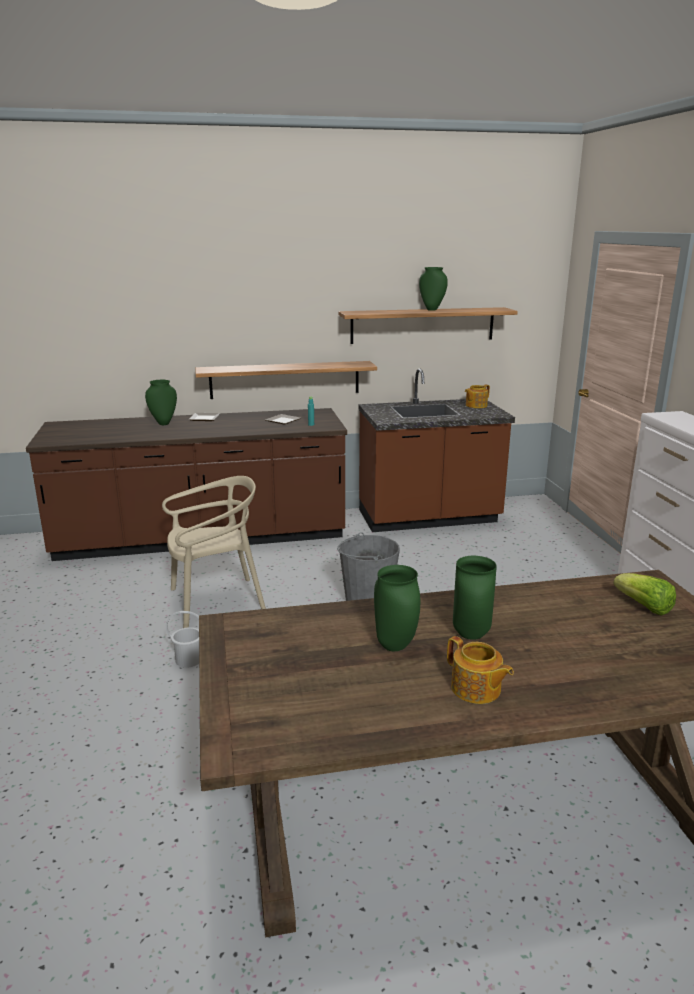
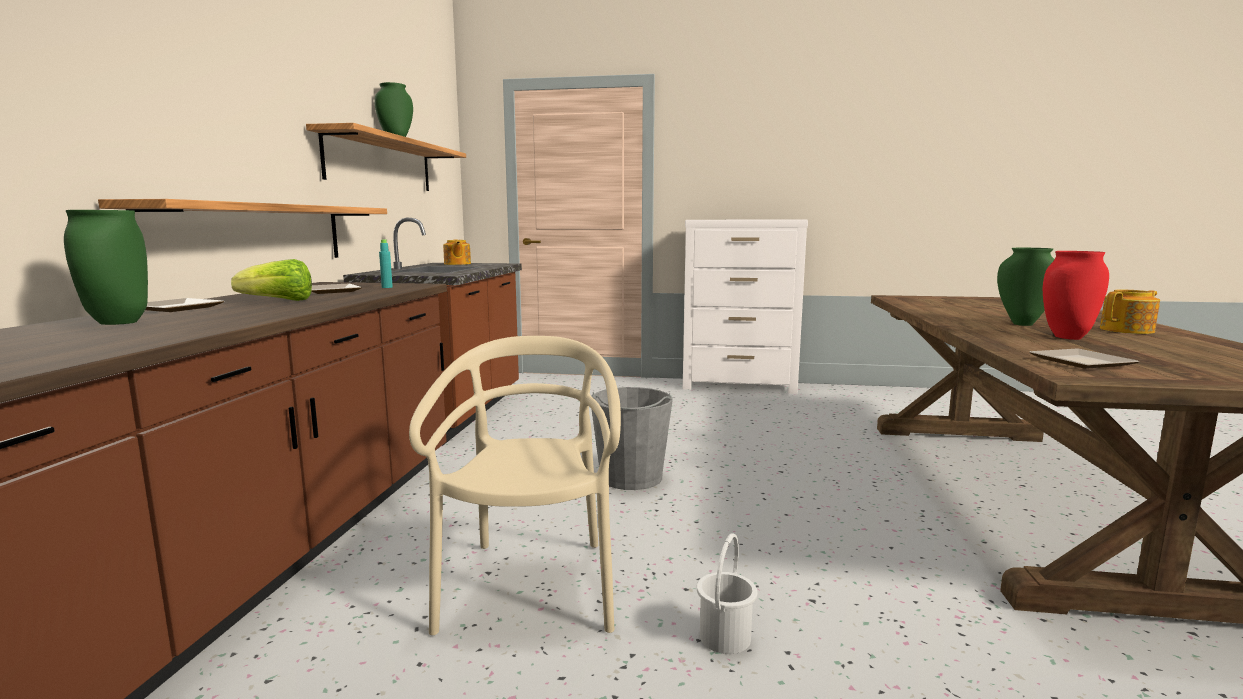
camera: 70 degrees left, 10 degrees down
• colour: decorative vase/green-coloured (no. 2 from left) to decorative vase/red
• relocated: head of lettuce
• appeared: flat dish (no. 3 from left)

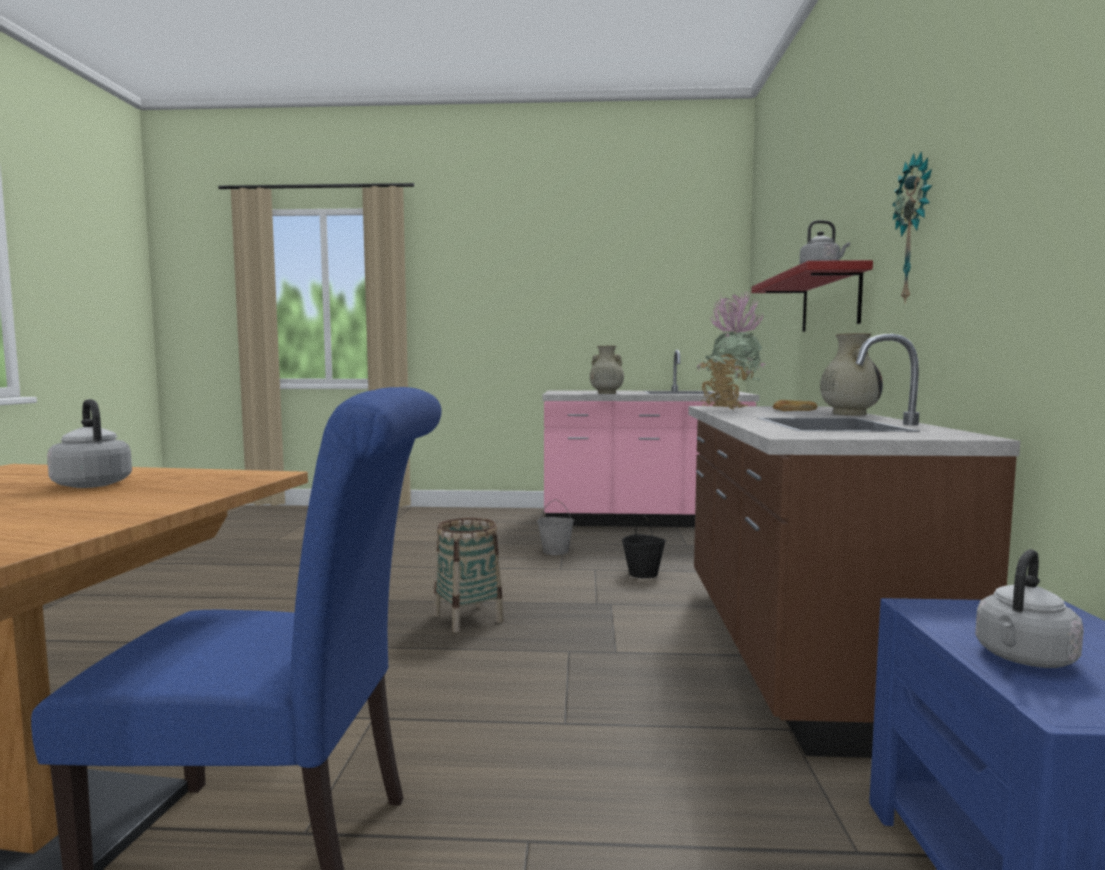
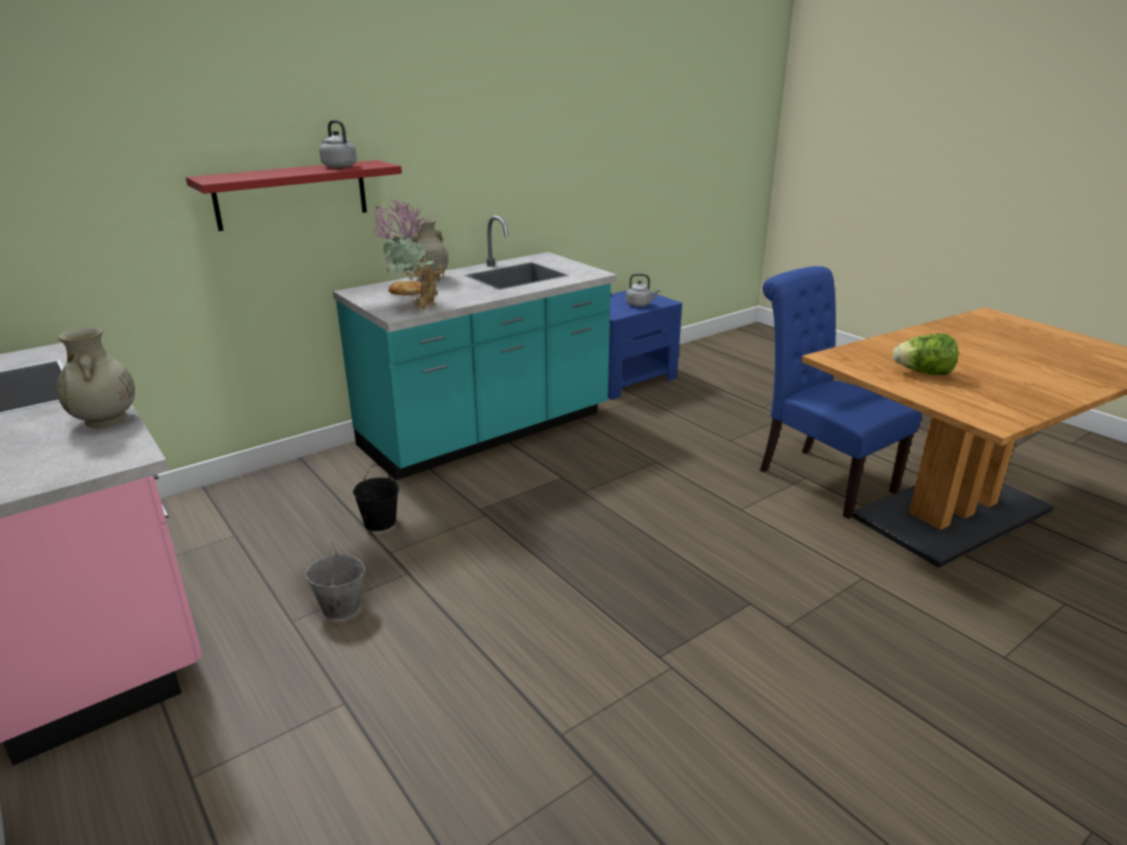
camera: 130 degrees left, 20 degrees up
• missing: clock on the wall
• colour: counter/brown to counter/blue-green
• exchanged: kettle/gray (no. 1 from left) to head of lettuce
• missing: storage basket

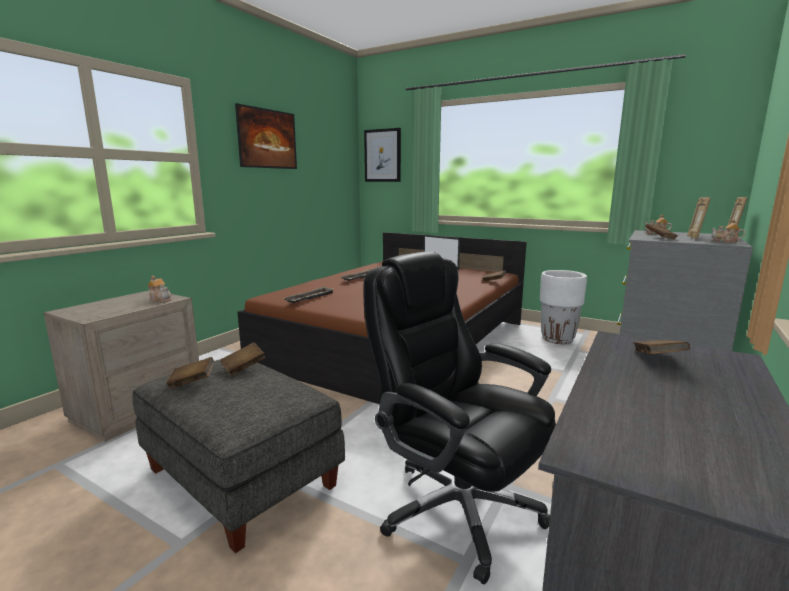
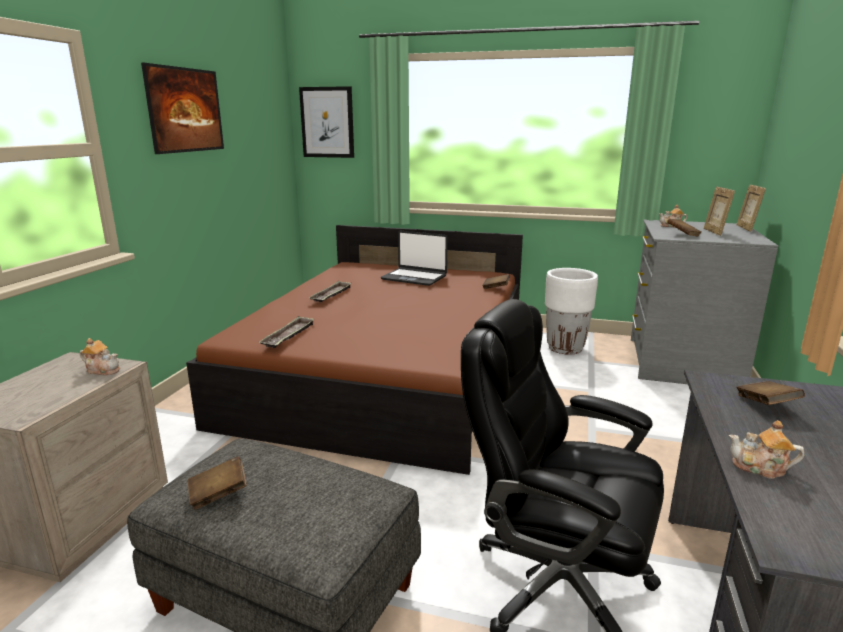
camera: 15 degrees left, 5 degrees up
• relocated: pot for tea (no. 3 from left)
• missing: bound book/brown (no. 2 from left)

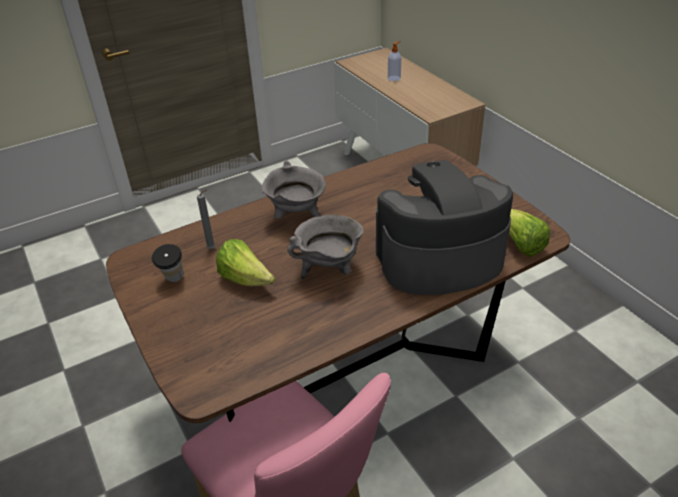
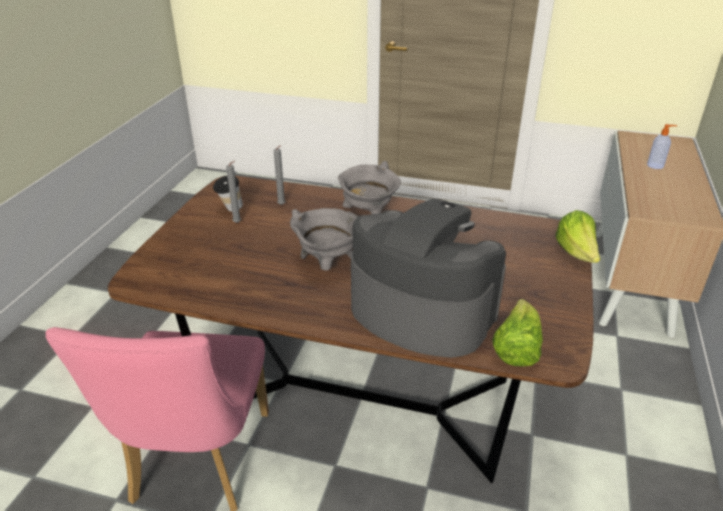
camera: 45 degrees right, 5 degrees down
• relocated: head of lettuce (no. 1 from left in the first image) to head of lettuce (no. 2 from left)
• appeared: wax candle/gray (no. 1 from left)

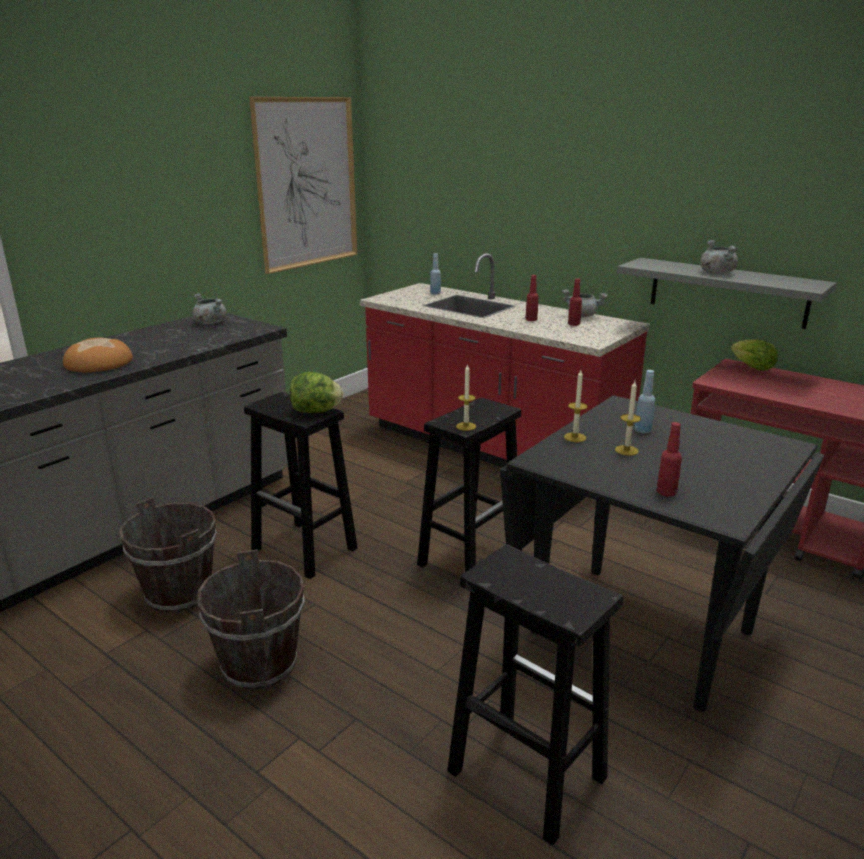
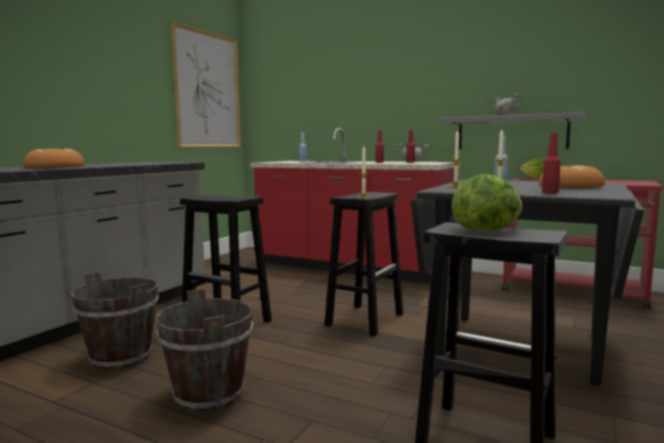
camera: 10 degrees left, 15 degrees down
• missing: saucepot/gray (no. 1 from left)
• relocated: head of lettuce (no. 1 from left)
• appeared: baked bread (no. 2 from left)

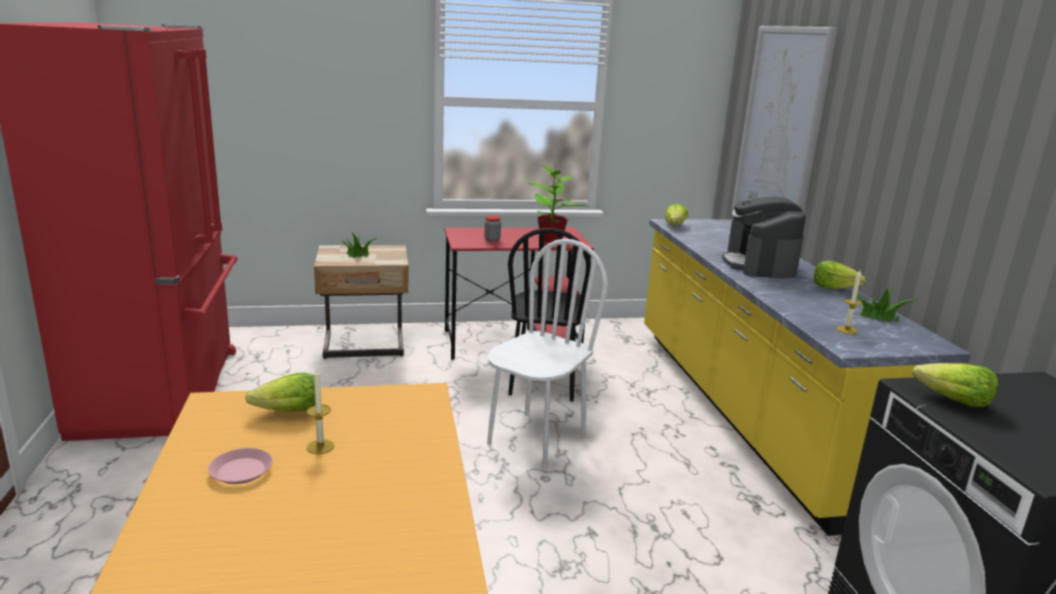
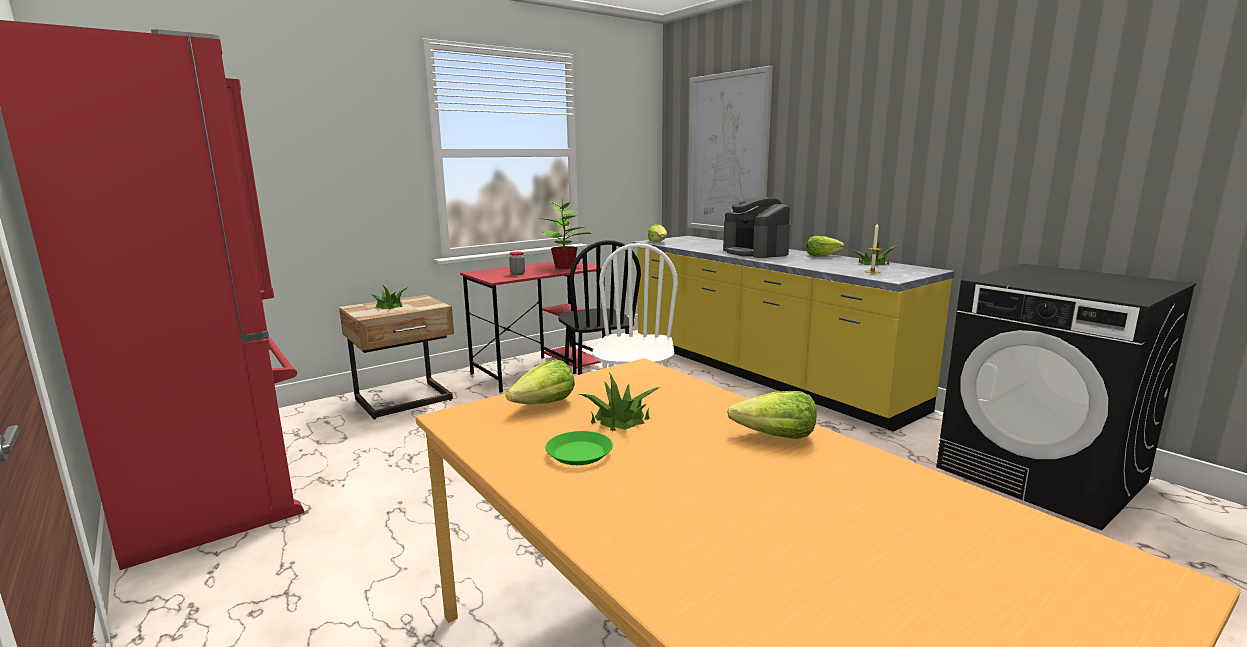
camera: 25 degrees left, 5 degrees down
• relocated: head of lettuce (no. 4 from left in the first image) to head of lettuce (no. 3 from left)
• exchanged: wax candle (no. 1 from left) to houseplant (no. 3 from left)
• colour: flat dish/pink to flat dish/green-coloured

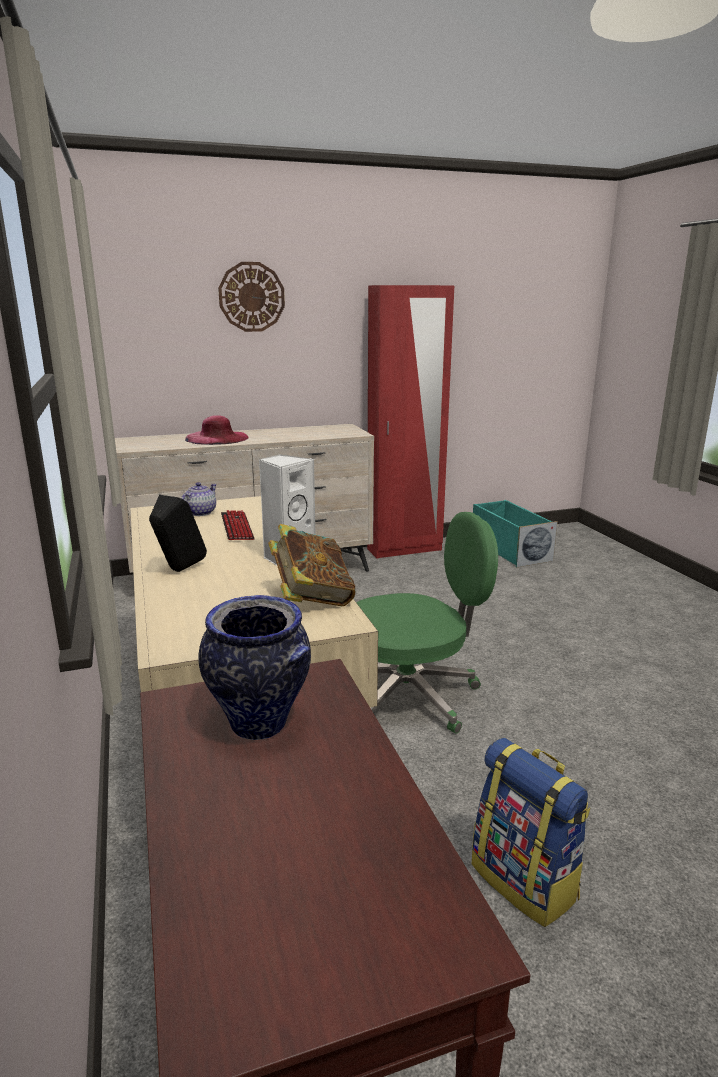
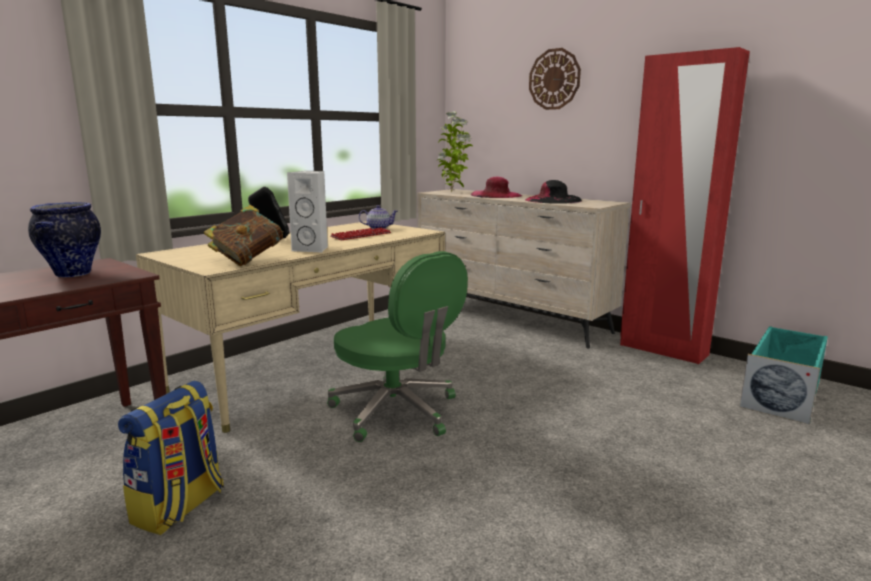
camera: 60 degrees right, 5 degrees down
• appeared: houseplant
• appeared: hat/black-coloured

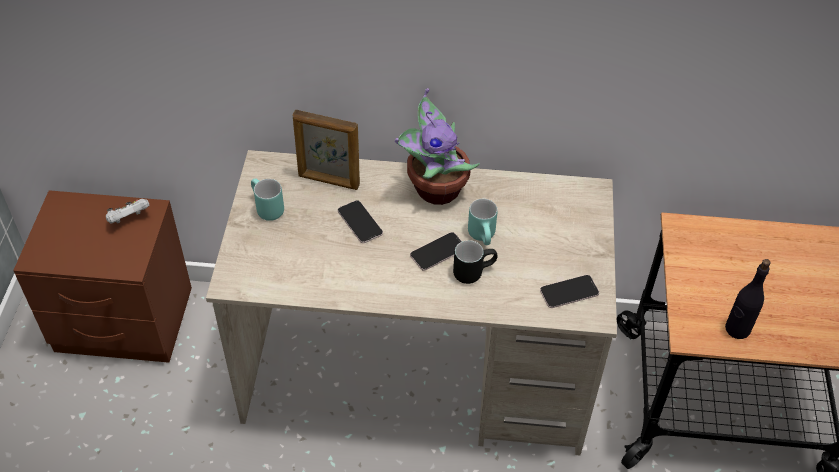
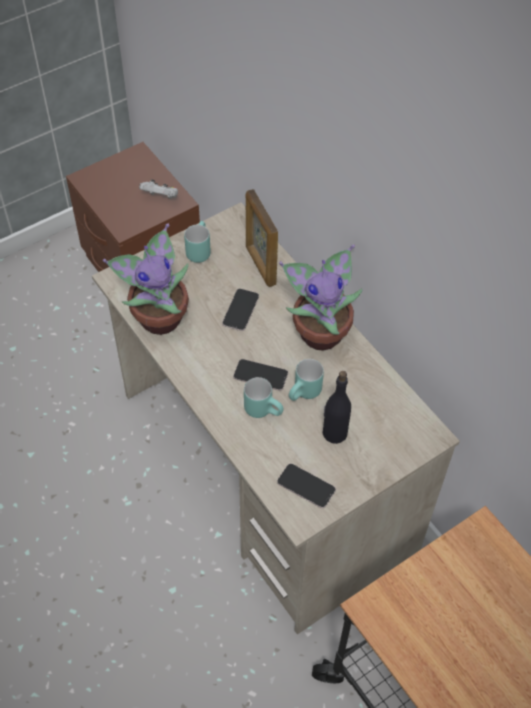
camera: 50 degrees right, 5 degrees up
• colour: tea mug/black-coloured to tea mug/blue-green (no. 2 from left)
• relocated: drink bottle/black-coloured
• appeared: houseplant (no. 1 from left)

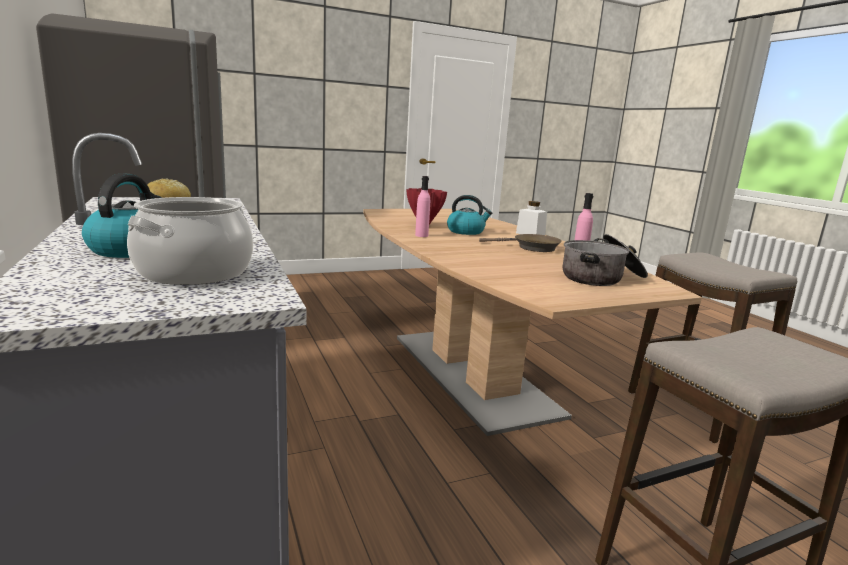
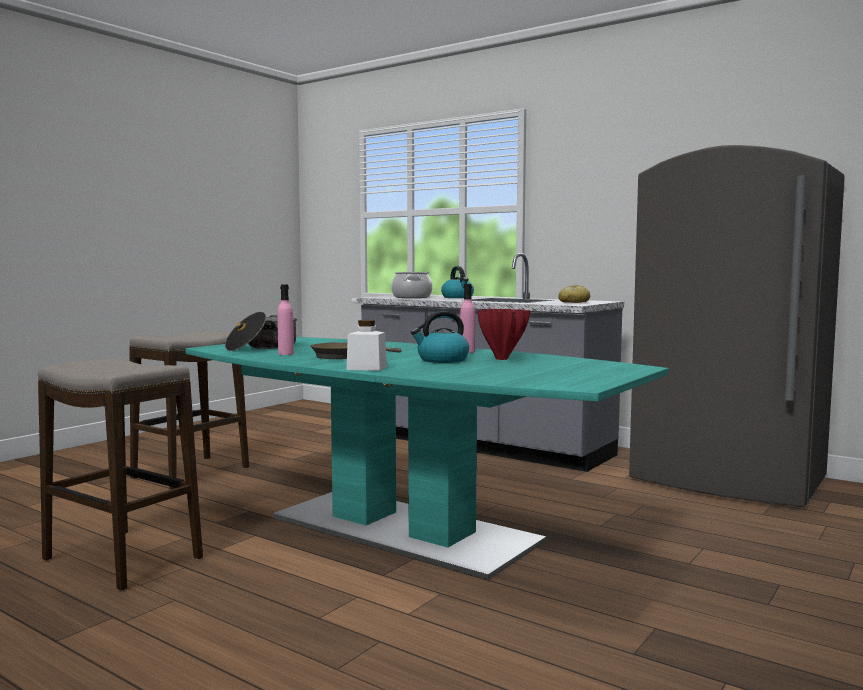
camera: 150 degrees right, 10 degrees down
• colour: dinner table/brown to dinner table/blue-green

